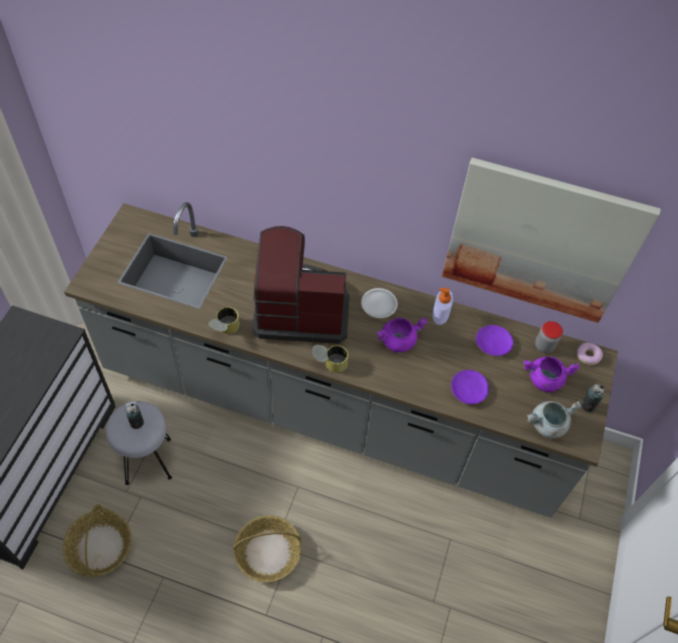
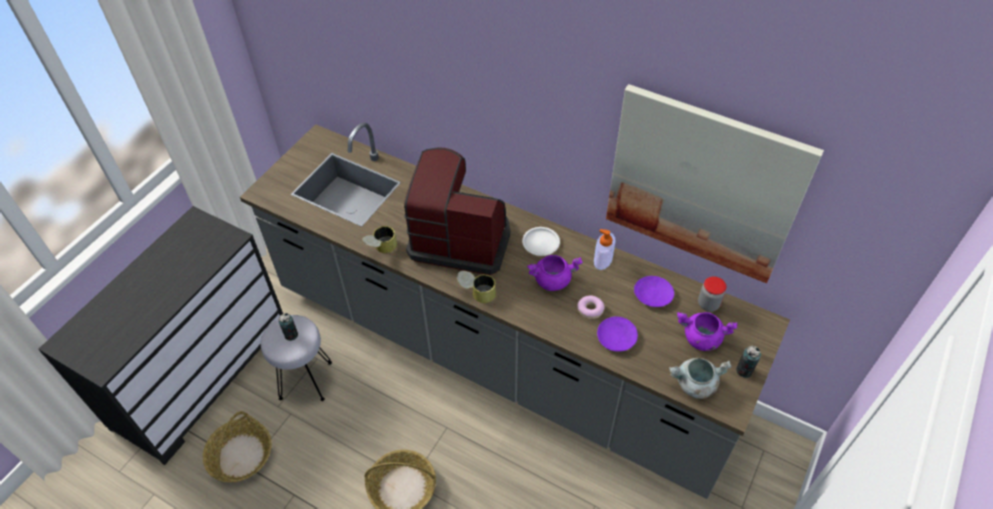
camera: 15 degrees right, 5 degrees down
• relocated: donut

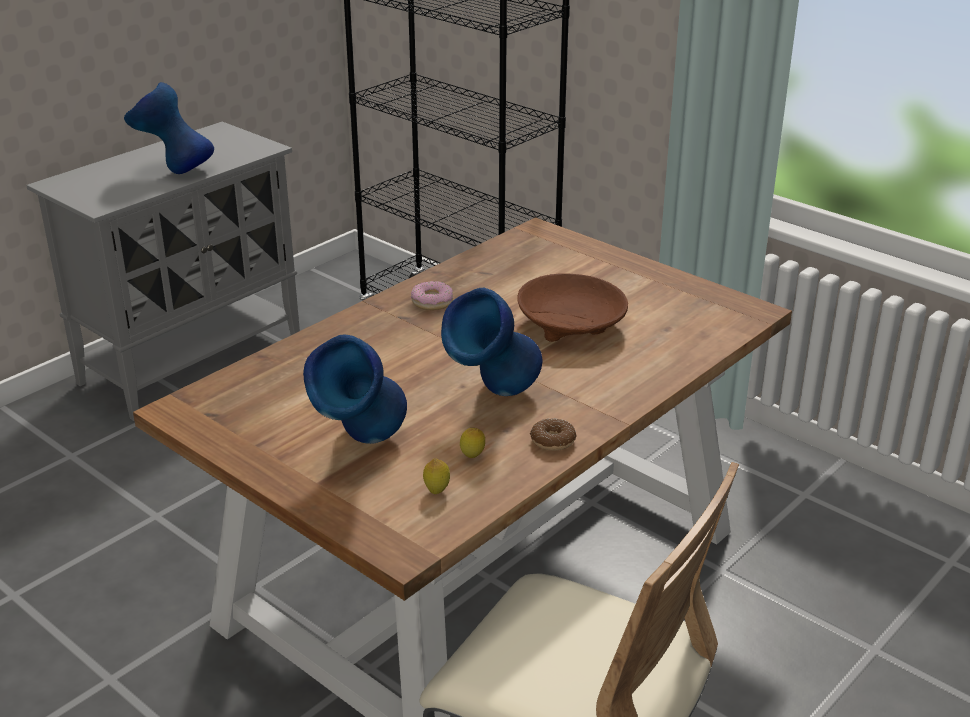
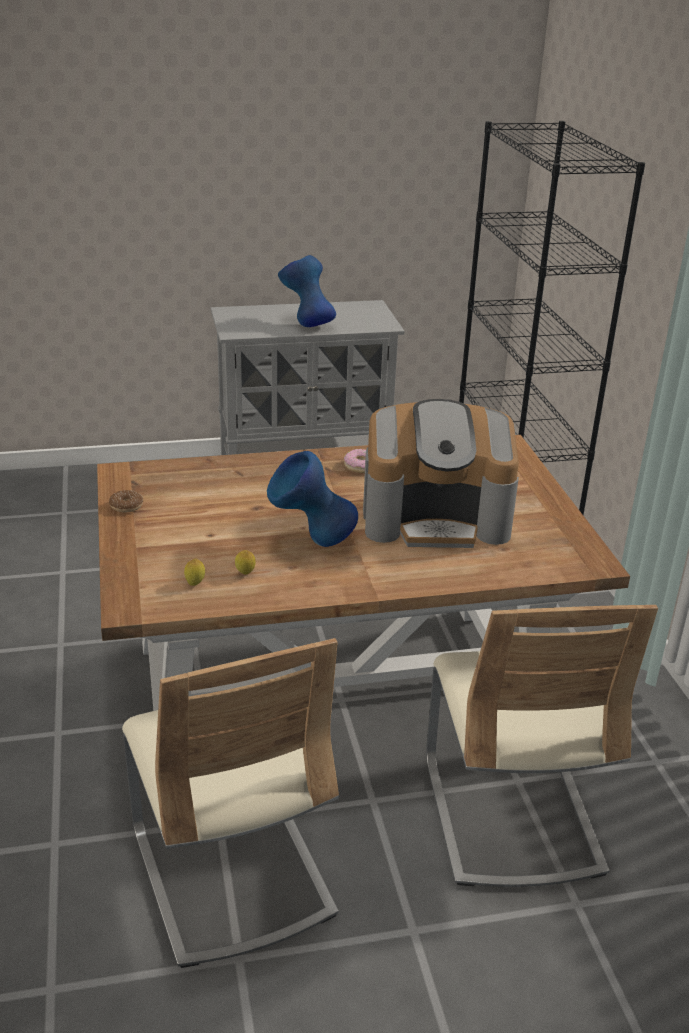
camera: 35 degrees right, 0 degrees up
• exchanged: deep dish/brown to coffee machine
• missing: decorative vase/bluish (no. 2 from left)
• relocated: donut (no. 2 from left in the first image) to donut (no. 1 from left)
• appeared: upright chair/beige-coloured (no. 2 from left)

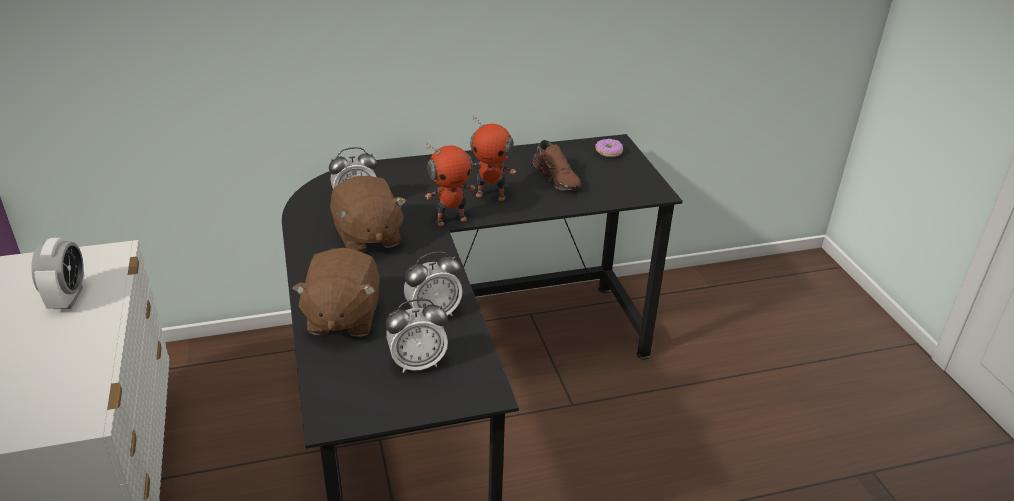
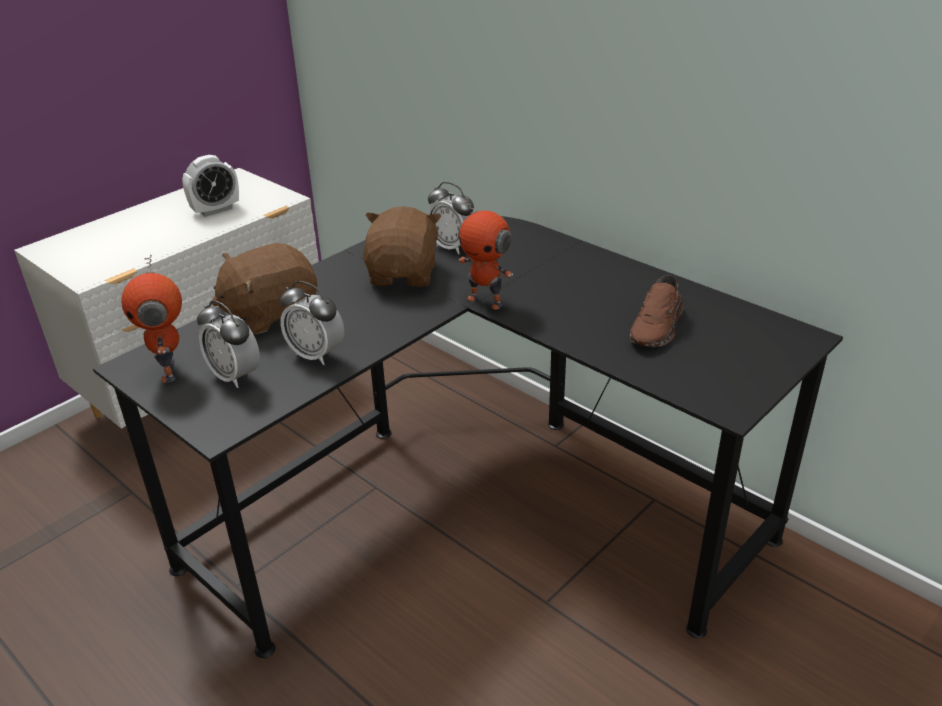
camera: 60 degrees right, 0 degrees up
• relocated: model robot (no. 2 from left in the first image) to model robot (no. 1 from left)
• missing: donut
• spun: soft toy/brown (no. 2 from left) 150 degrees clockwise

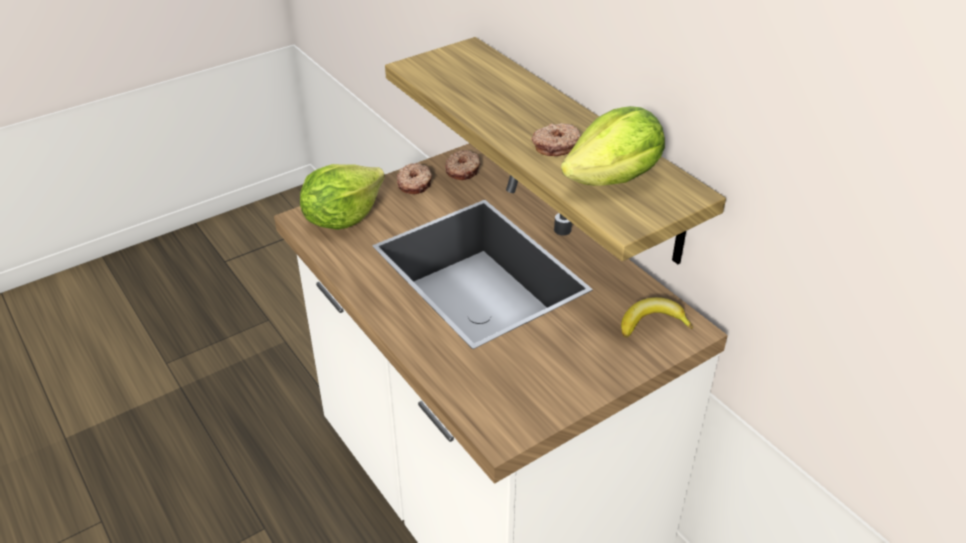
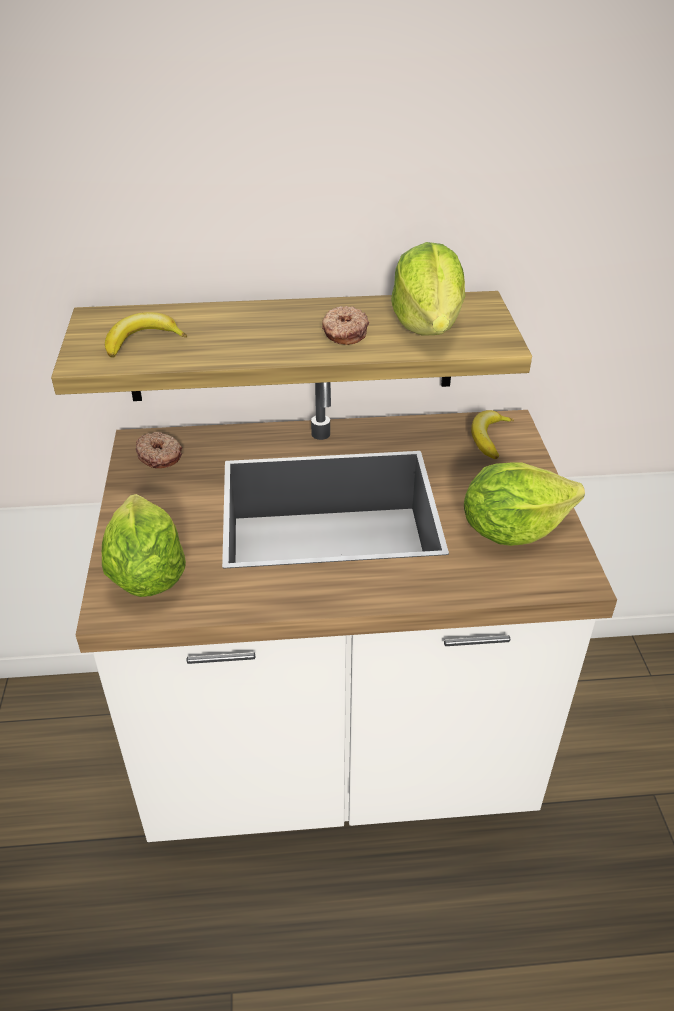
camera: 60 degrees left, 0 degrees up
• missing: donut (no. 1 from left)
• appeared: banana (no. 1 from left)
• appeared: head of lettuce (no. 3 from left)

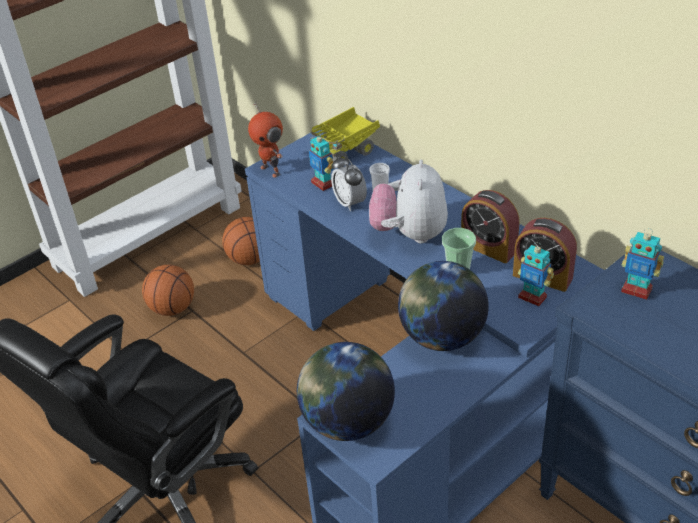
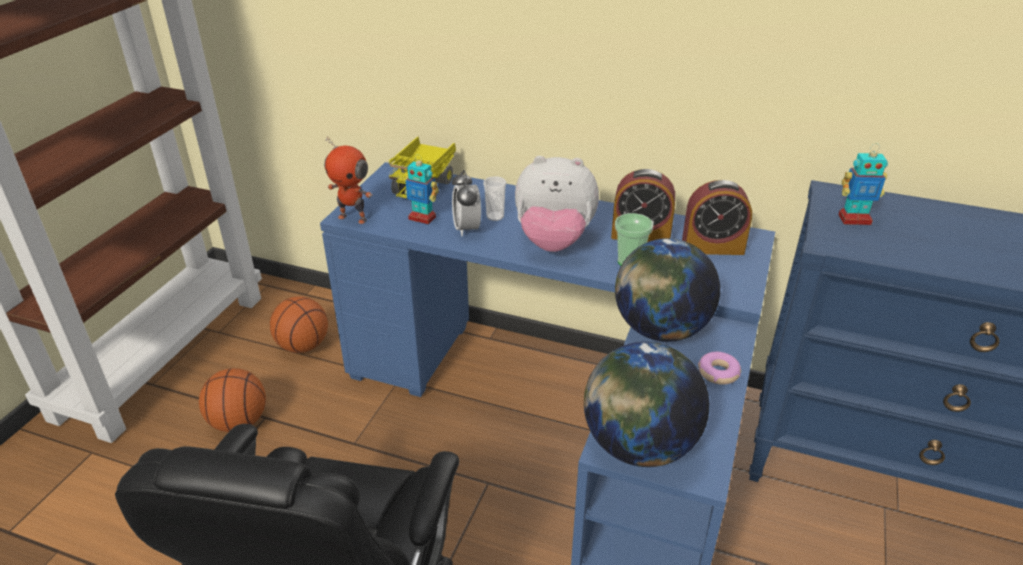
camera: 30 degrees left, 5 degrees down
• spun: bedside clock (no. 1 from left) 45 degrees clockwise
• spun: soft toy 60 degrees counterclockwise
• missing: model robot (no. 3 from left)
• appeared: donut

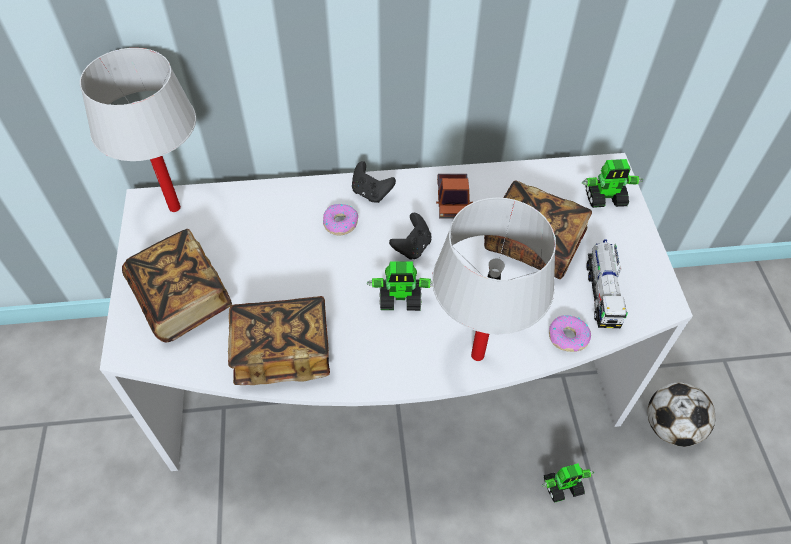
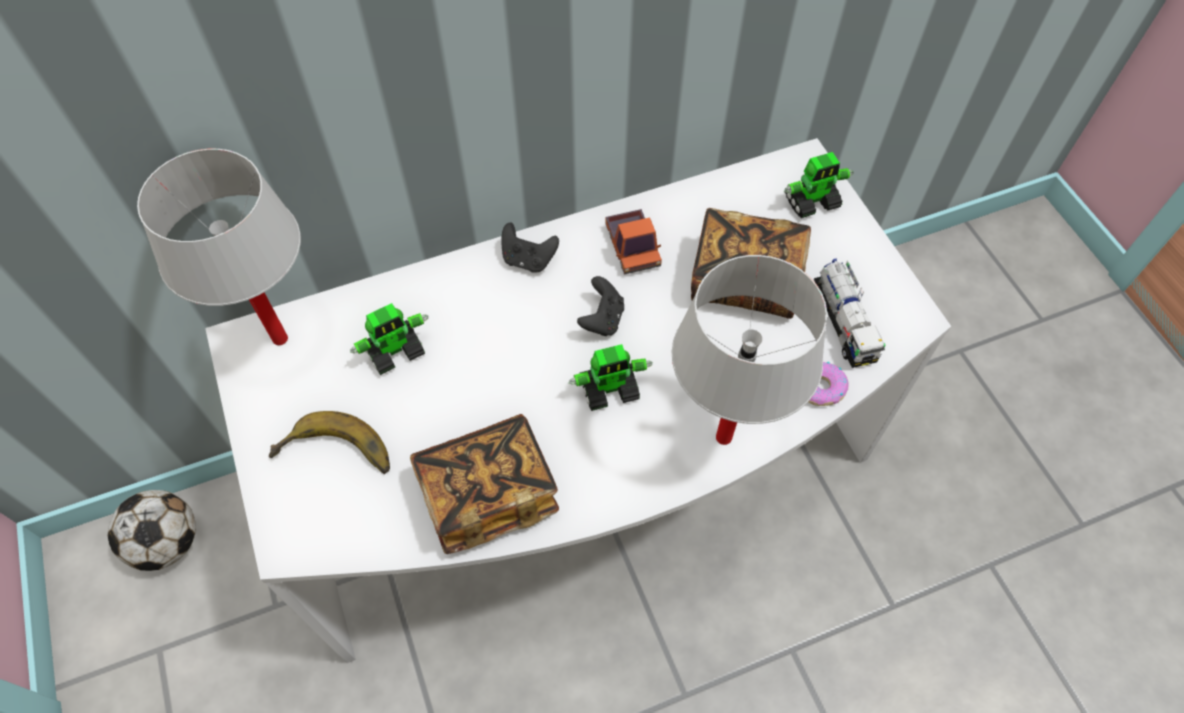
camera: 15 degrees left, 5 degrees up
• missing: donut (no. 1 from left)
• exchanged: bound book (no. 1 from left) to banana
• relocated: ball for football
• relocated: model robot (no. 2 from left in the first image) to model robot (no. 1 from left)

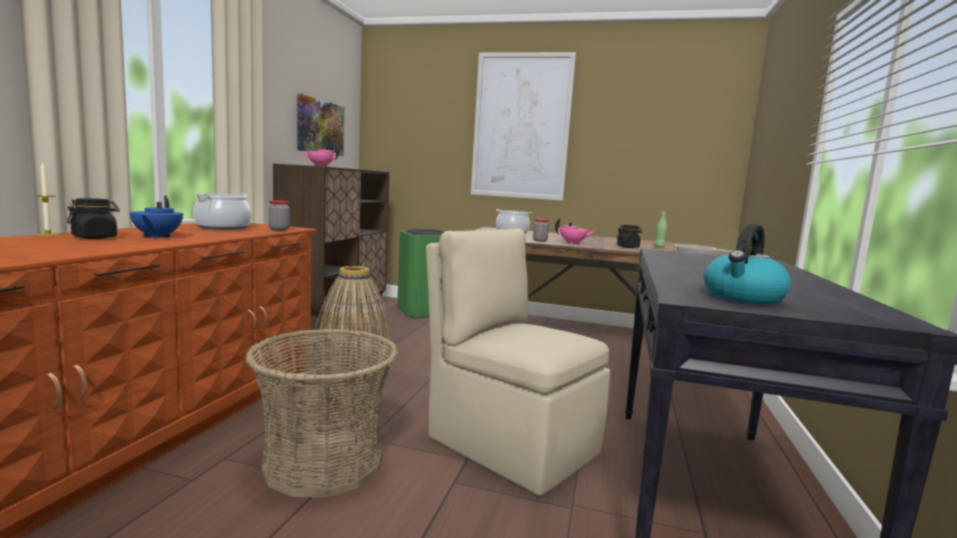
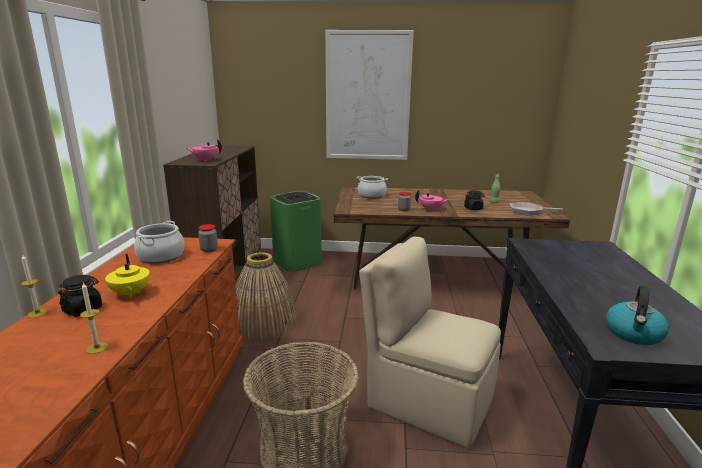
camera: 10 degrees left, 10 degrees up
• missing: picture (no. 1 from left)
• colour: pot for tea/bluish to pot for tea/yellow
• appeared: wax candle (no. 2 from left)

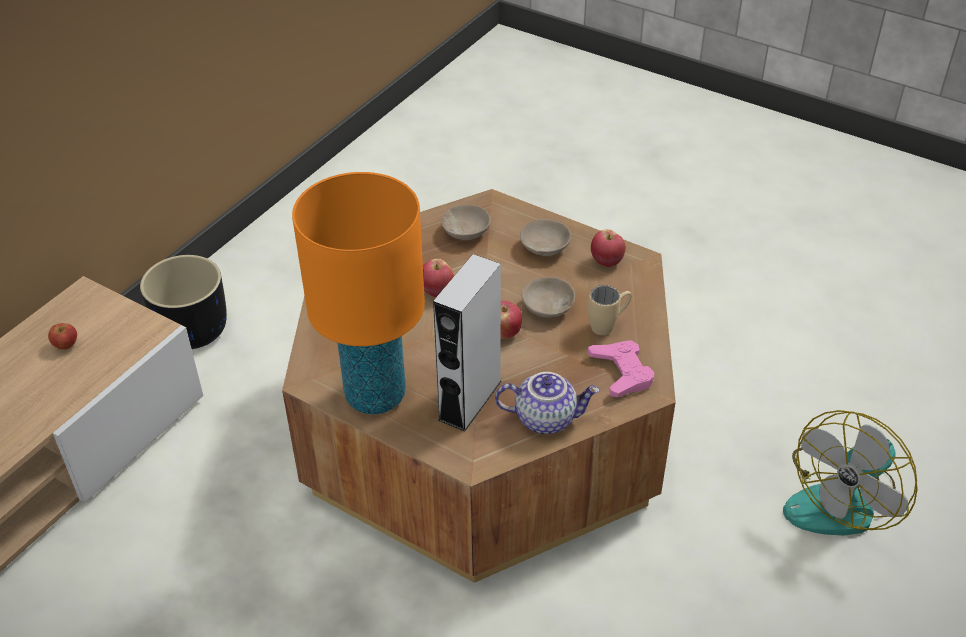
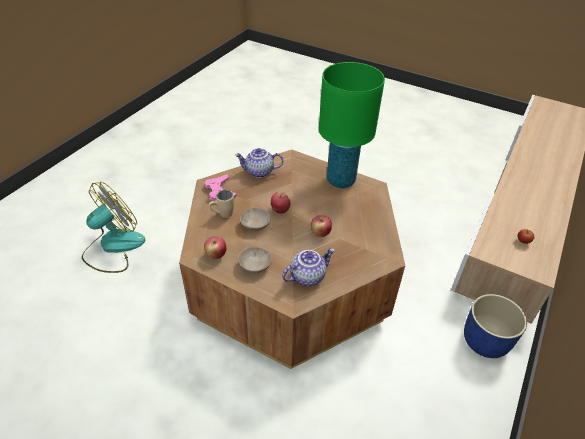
camera: 175 degrees right, 0 degrees up
• colour: table lamp/orange to table lamp/green-coloured
• exchanged: deep dish/beige-coloured (no. 1 from left) to pot for tea (no. 2 from left)
• missing: speaker/gray
• colour: plant pot/black-coloured to plant pot/bluish

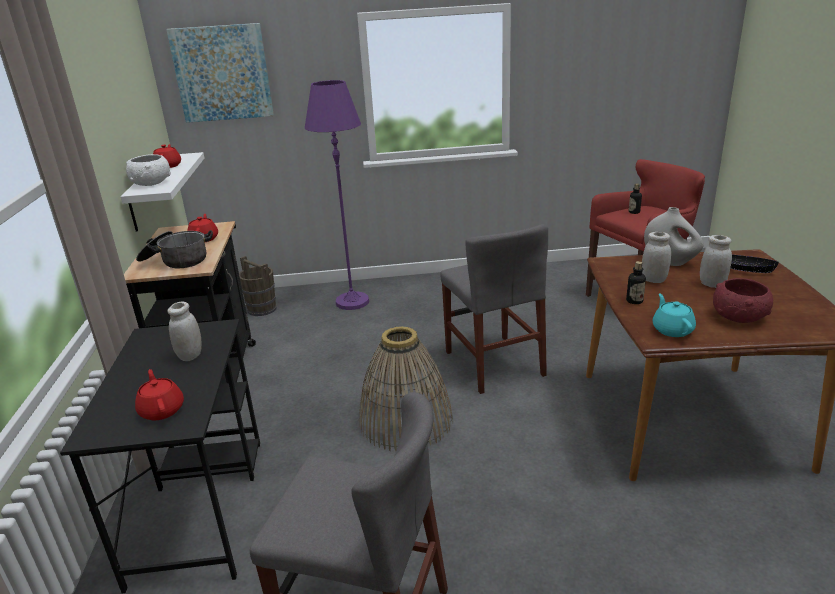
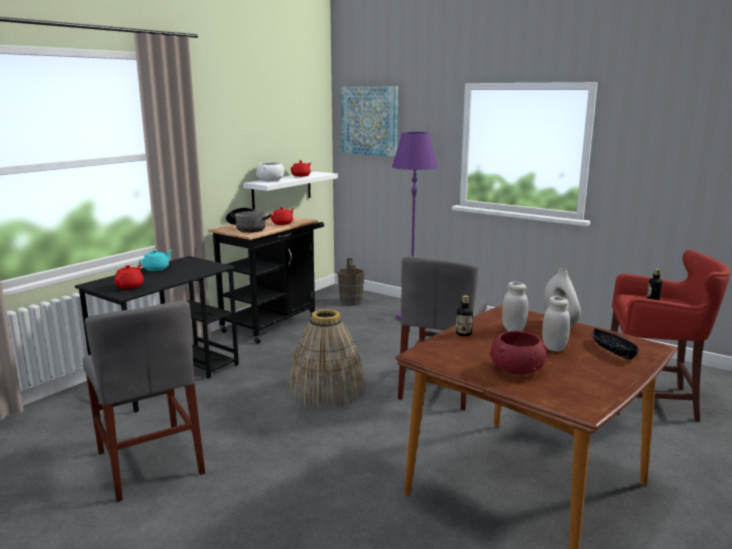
camera: 40 degrees right, 10 degrees down
• relocated: pot for tea/blue-green
• missing: storage jar/whitish (no. 1 from left)

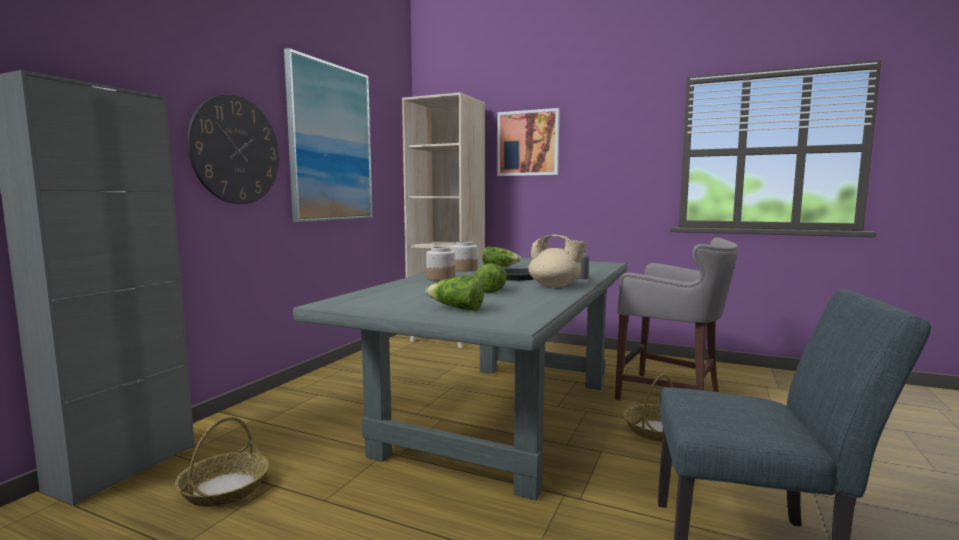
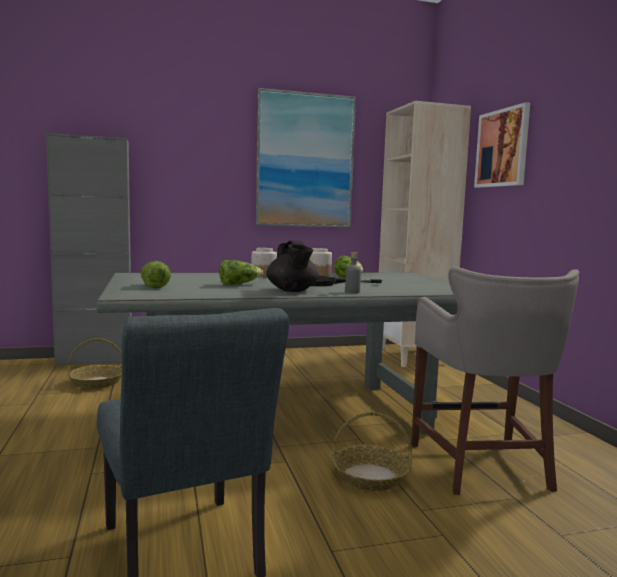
camera: 50 degrees right, 0 degrees up
• missing: clock on the wall
• colour: pot for tea/beige-coloured to pot for tea/black-coloured

